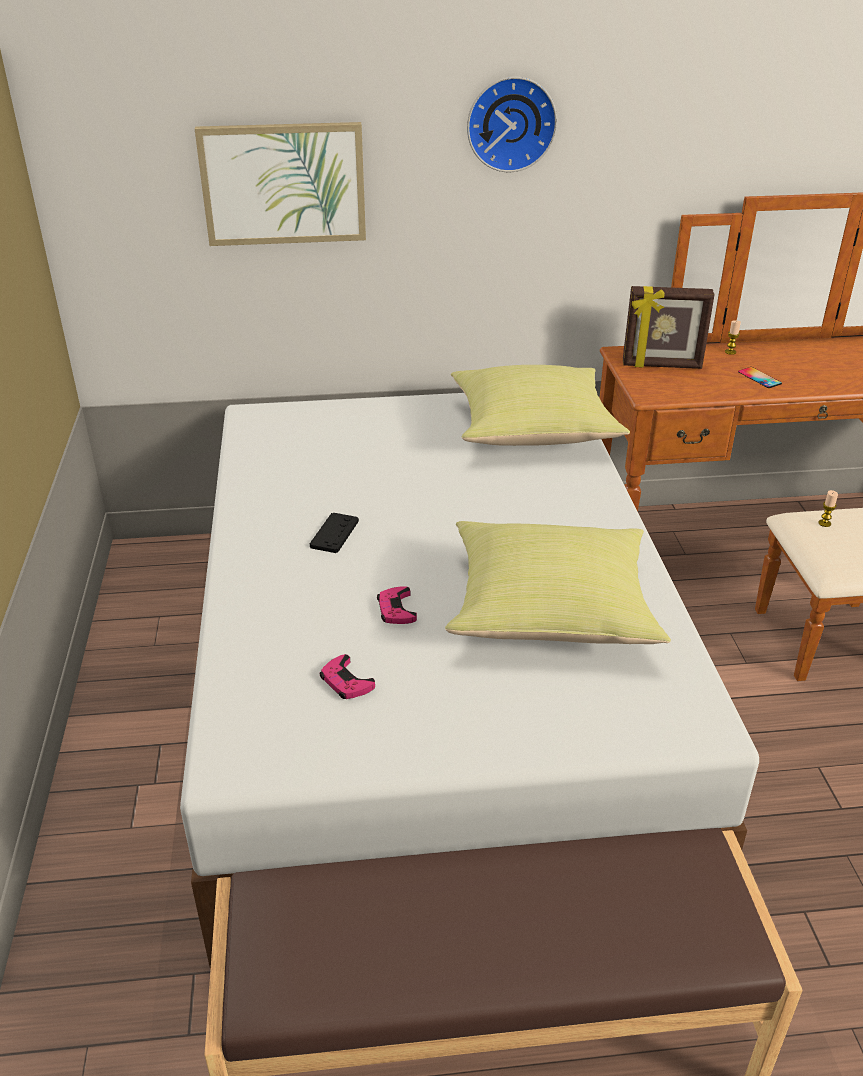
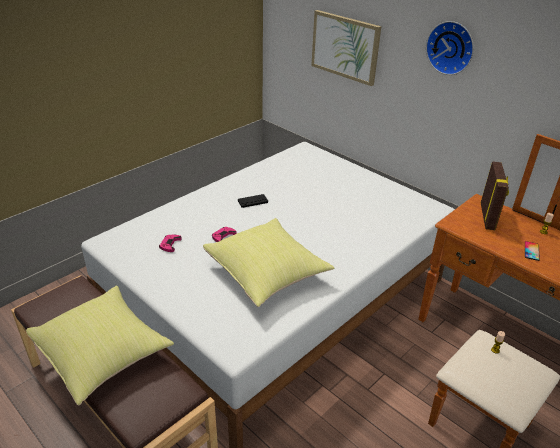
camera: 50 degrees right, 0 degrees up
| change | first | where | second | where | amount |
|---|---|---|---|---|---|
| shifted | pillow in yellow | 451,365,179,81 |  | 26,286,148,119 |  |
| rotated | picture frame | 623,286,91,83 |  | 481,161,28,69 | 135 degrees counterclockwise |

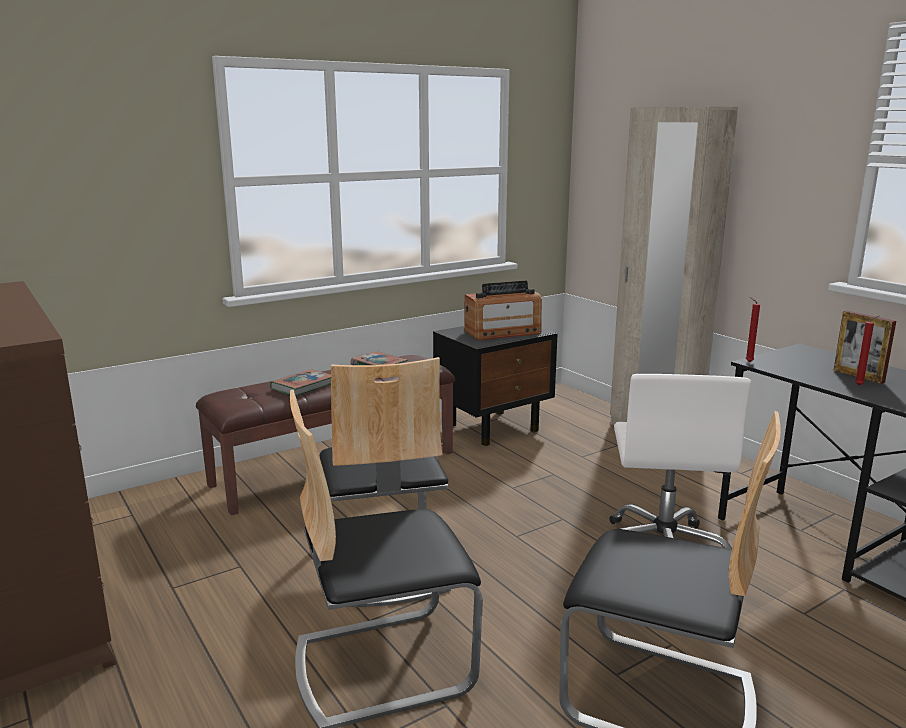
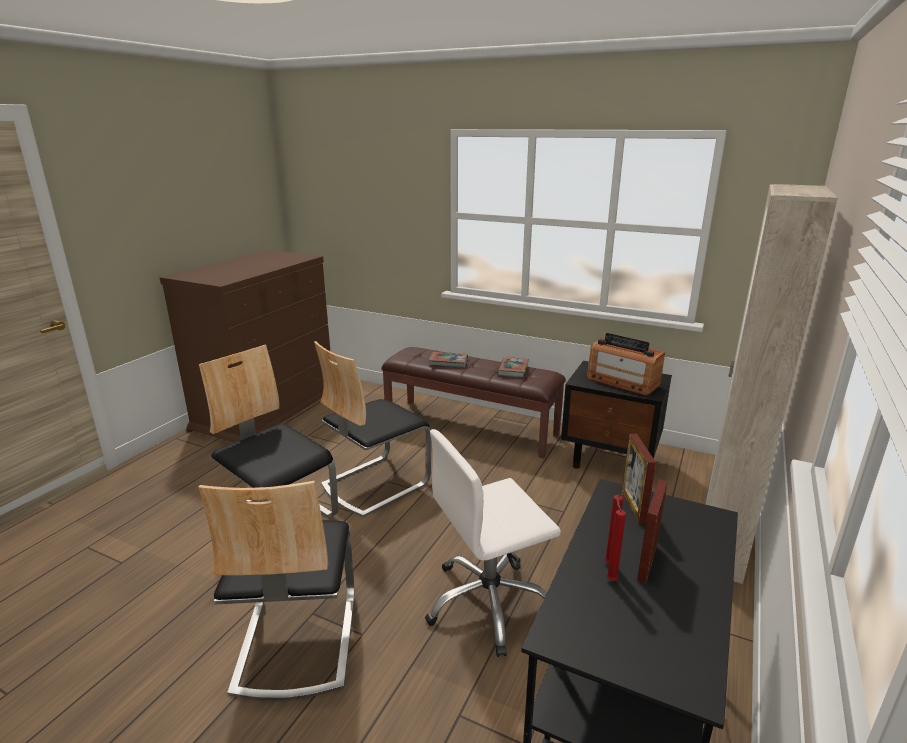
camera: 60 degrees right, 5 degrees up
| change | first | where | second | where | amount |
|---|---|---|---|---|---|
| shifted | candle in red | 745,297,15,65 |  | 606,499,20,82 |  |
| new |  |  | picture frame | 622,434,34,90 |  |

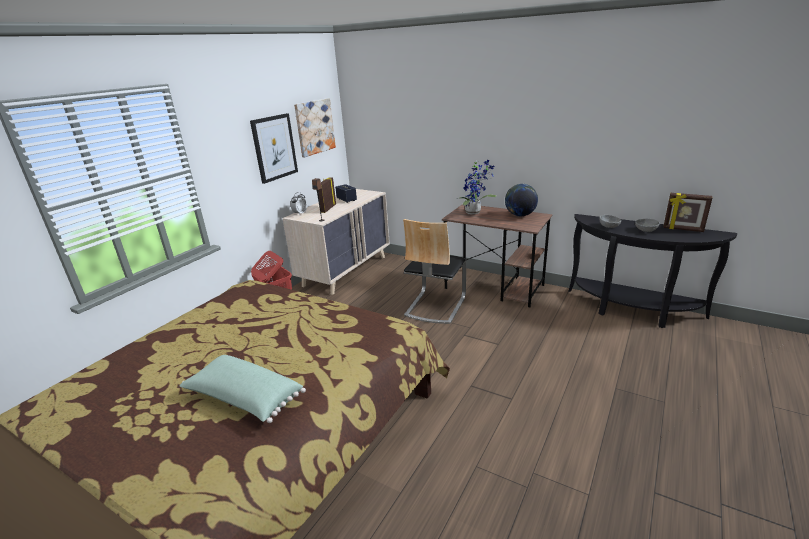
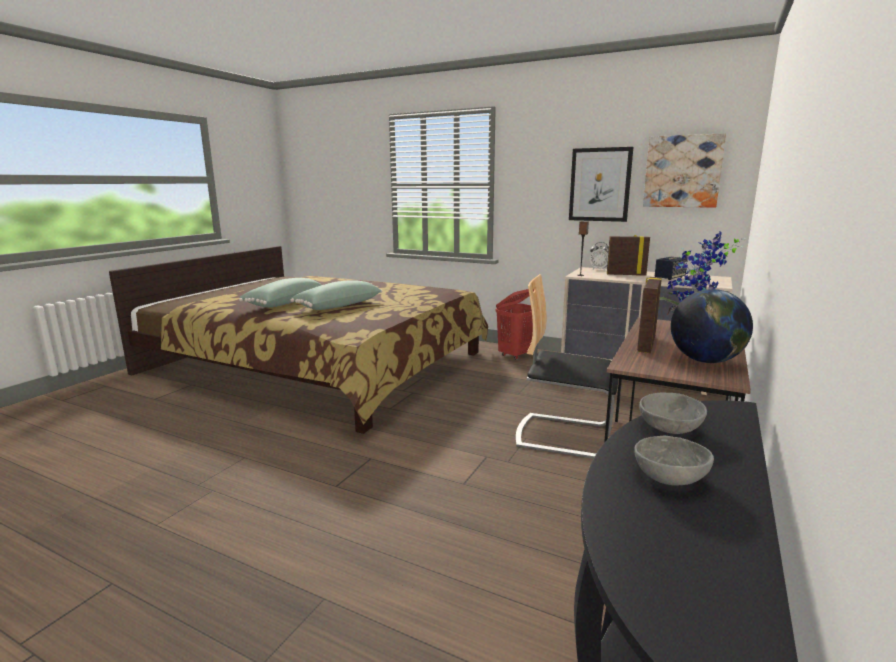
camera: 85 degrees right, 10 degrees down
| change | first | where | second | where | amount |
|---|---|---|---|---|---|
| new |  |  | pillow in green | 290,280,92,30 |  |
| shifted | picture frame | 663,193,49,39 |  | 637,277,25,76 |  |

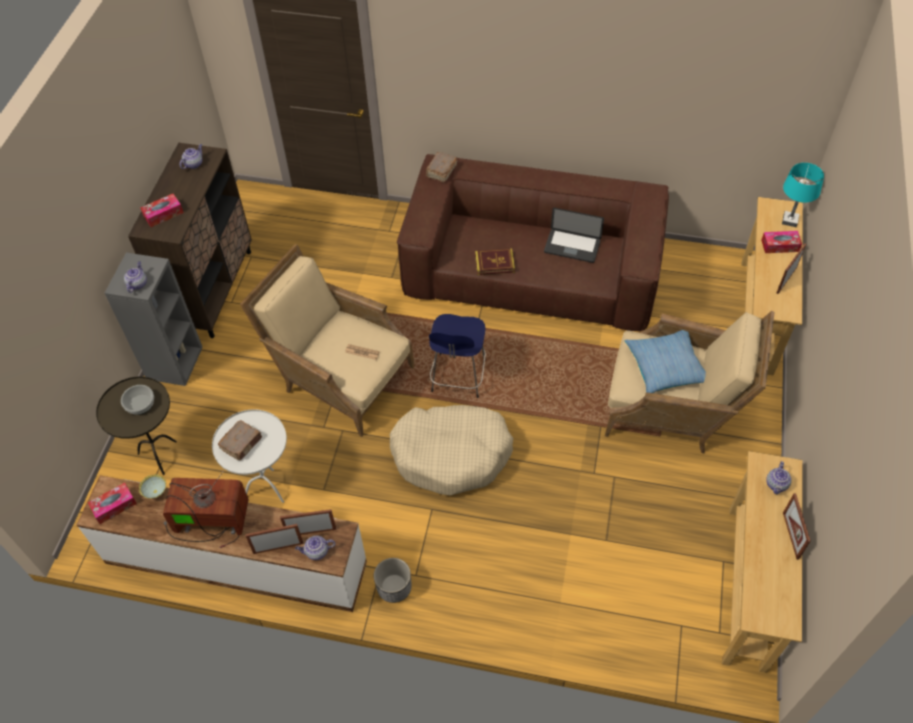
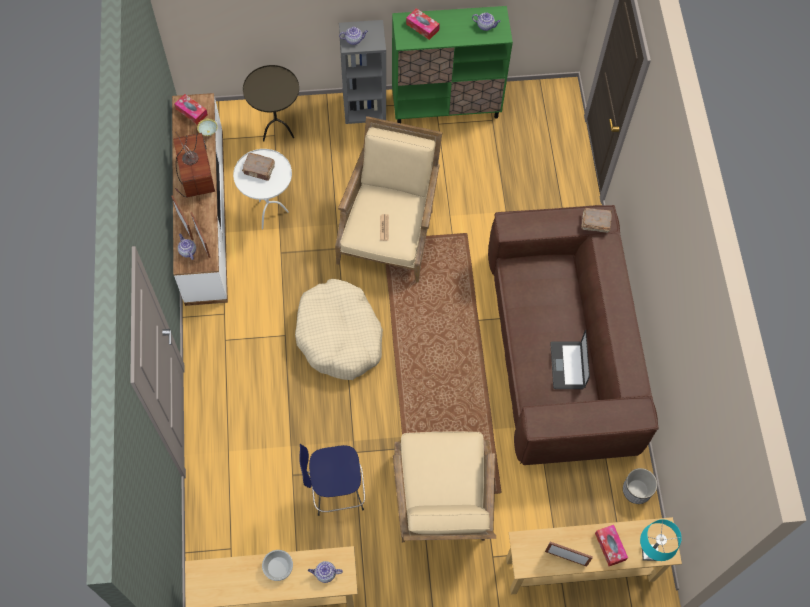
camera: 70 degrees right, 10 degrees up
| change | first | where | second | where | amount |
|---|---|---|---|---|---|
| shifted | bowl | 121,385,33,30 |  | 262,550,31,31 |  |
| shifted | stool in blue | 429,314,57,84 |  | 299,444,66,72 |  |
| repainted | cabinet in brown | 128,143,124,195 | cabinet in green | 392,6,121,117 |  |
| shifted | planter | 374,558,38,45 |  | 623,468,34,36 |  |
| gone | book | 475,249,40,26 |  |  |  |
| gone | pillow | 624,330,82,63 |  |  |  |
| gone | picture frame | 783,493,28,67 |  |  |  |

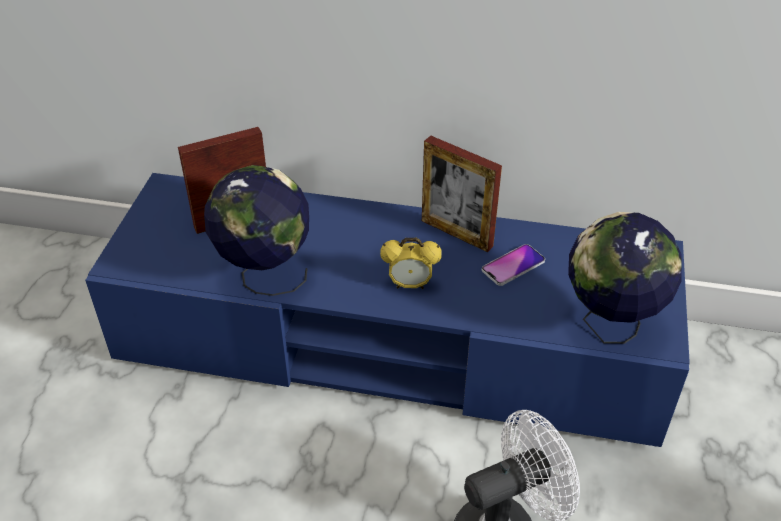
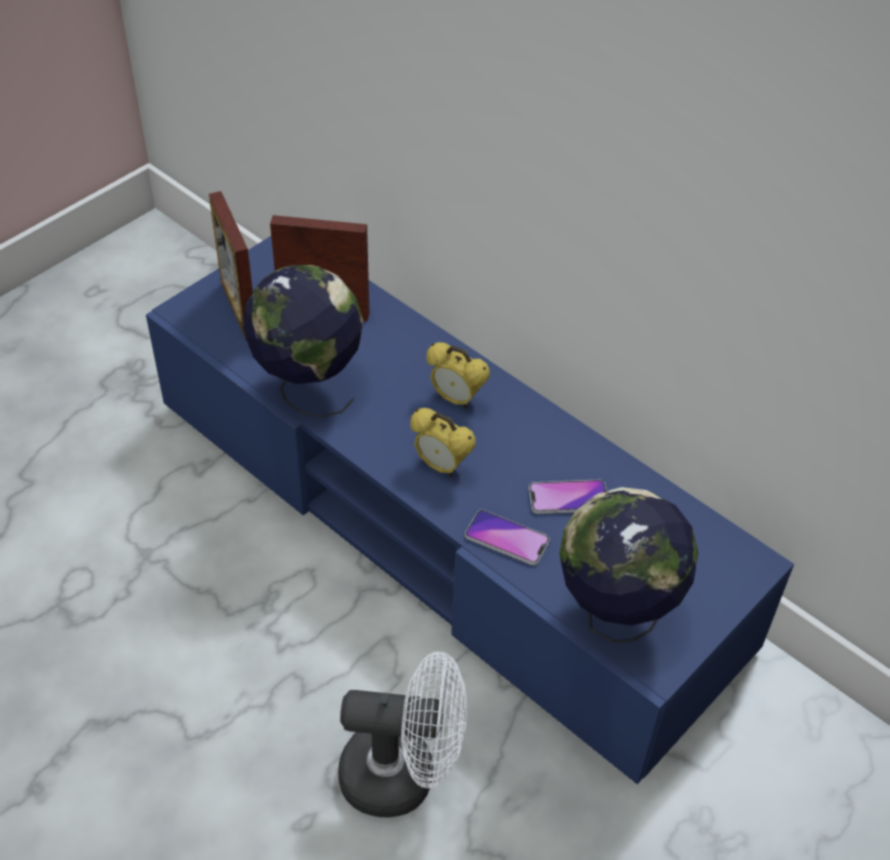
camera: 30 degrees right, 5 degrees up
| change | first | where | second | where | amount |
|---|---|---|---|---|---|
| shifted | picture frame | 422,136,80,116 |  | 209,191,44,150 |  |
| new |  |  | alarm clock | 426,342,64,67 |  |
| new |  |  | phone | 465,510,85,55 |  |

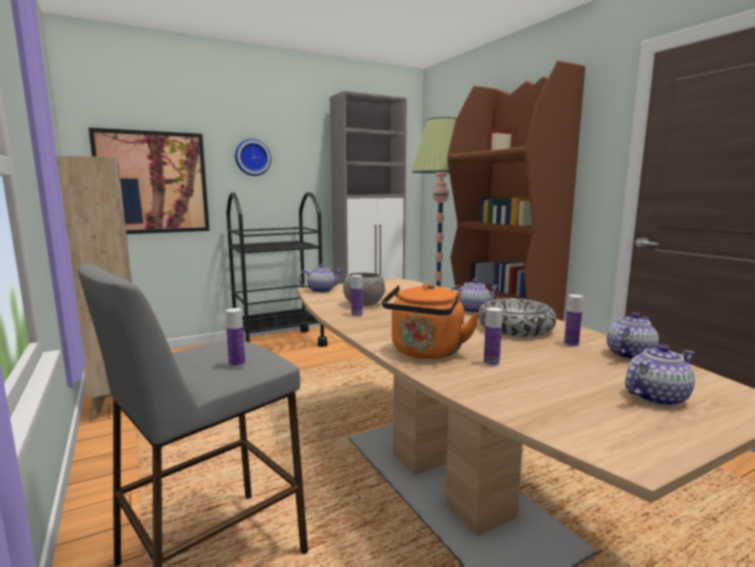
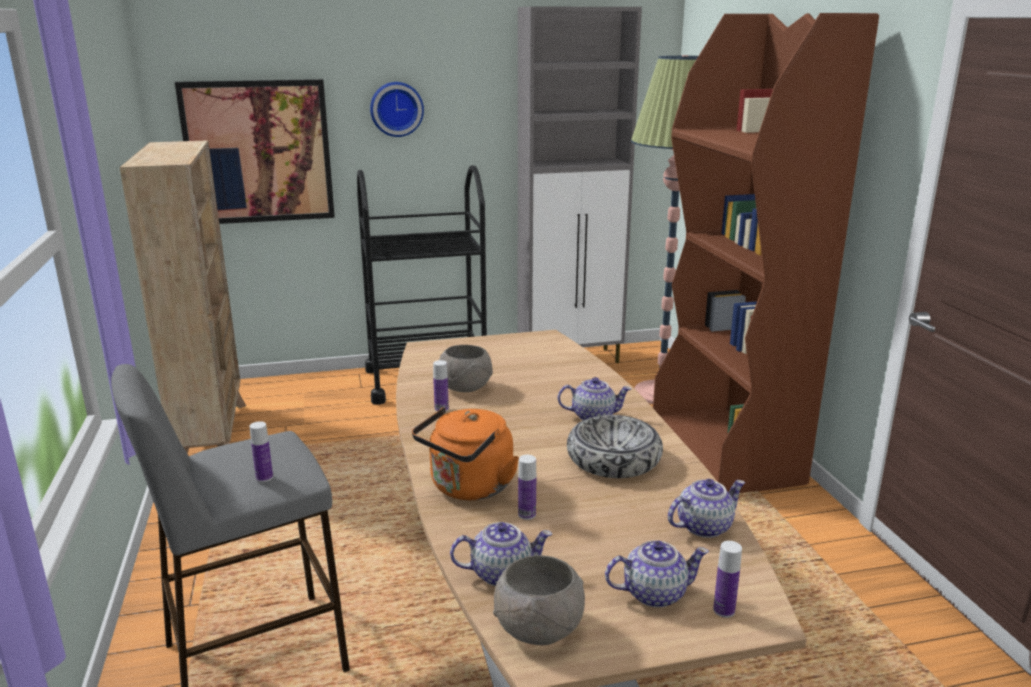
camera: 15 degrees right, 10 degrees up
| change | first | where | second | where | amount |
|---|---|---|---|---|---|
| shifted | teapot | 298,264,44,29 |  | 450,522,102,64 |  |
| new |  |  | bowl in grey | 493,555,92,91 |  |
| shifted | bottle | 564,294,19,53 |  | 713,541,29,77 |  |

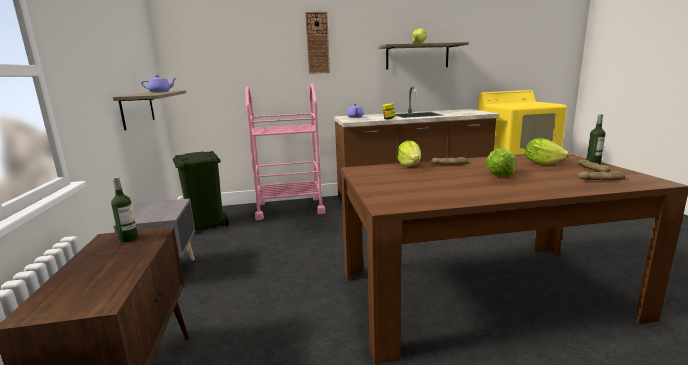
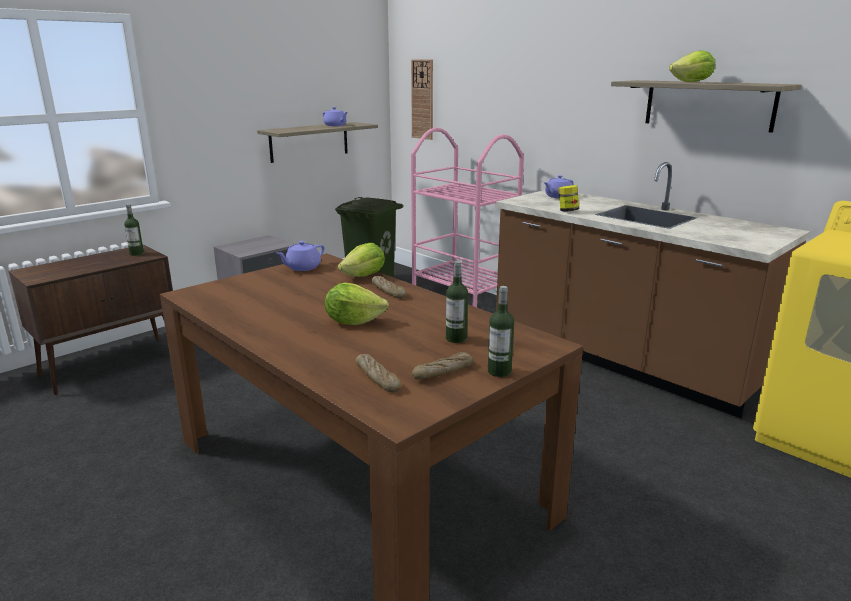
camera: 55 degrees right, 5 degrees up
| change | first | where | second | where | amount |
|---|---|---|---|---|---|
| new |  |  | teapot in purple | 277,241,47,30 |  |
| shifted | wall clock | 305,12,25,62 |  | 411,60,22,80 |  |
| swapped | lettuce | 525,138,44,27 | bottle | 446,261,22,82 |  |

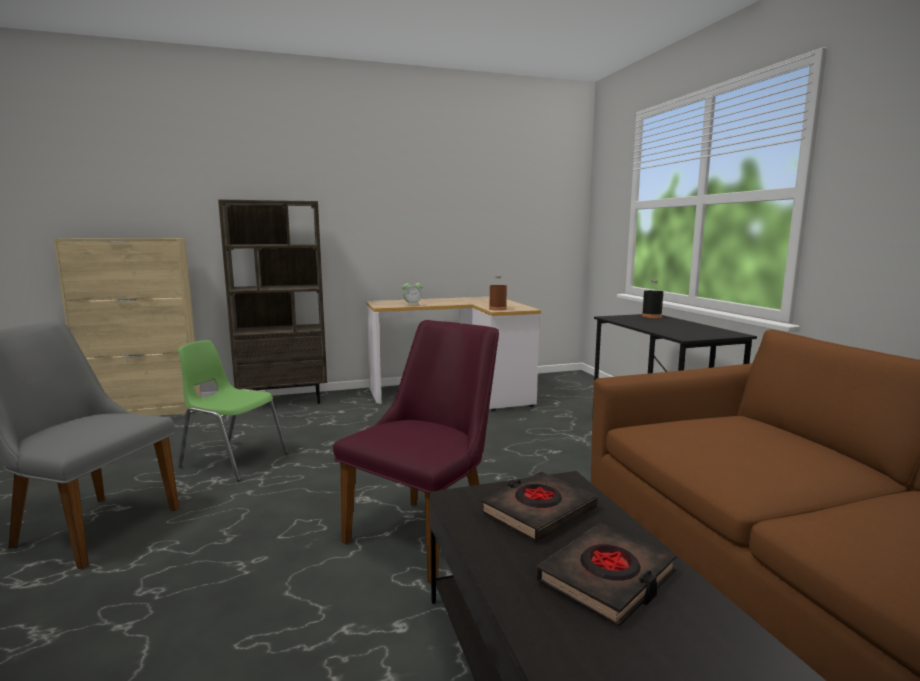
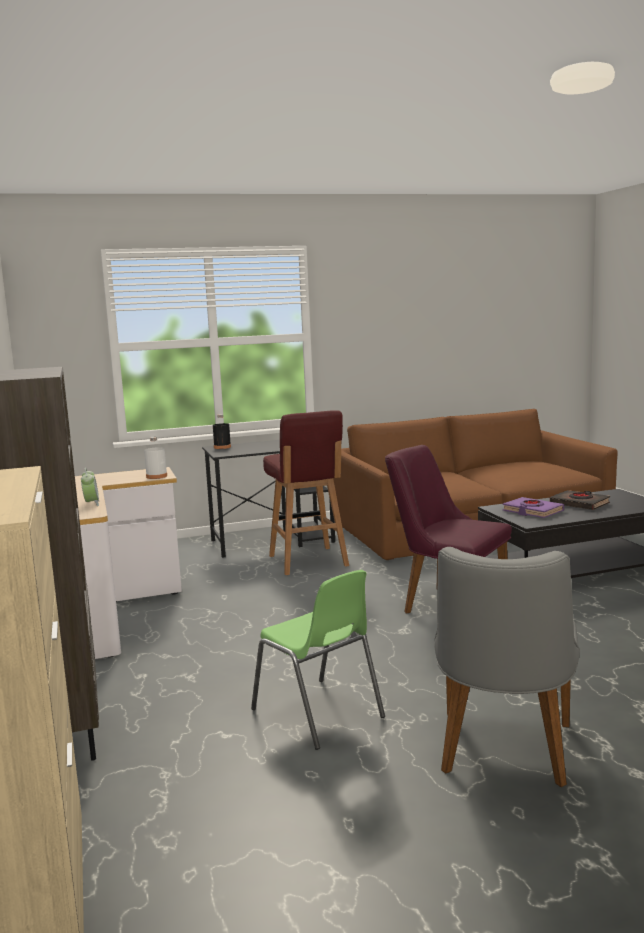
camera: 90 degrees left, 0 degrees up
| change | first | where | second | where | amount |
|---|---|---|---|---|---|
| repainted | bottle in brown | 489,275,18,36 | bottle in white | 144,437,23,42 |  |
| rotated | chair in green | 178,340,110,141 |  | 251,570,134,180 | 60 degrees counterclockwise |
| new |  |  | stool in red | 263,411,86,164 |  |
| repainted | book in black | 481,471,116,71 | book in purple | 503,497,61,21 |  |

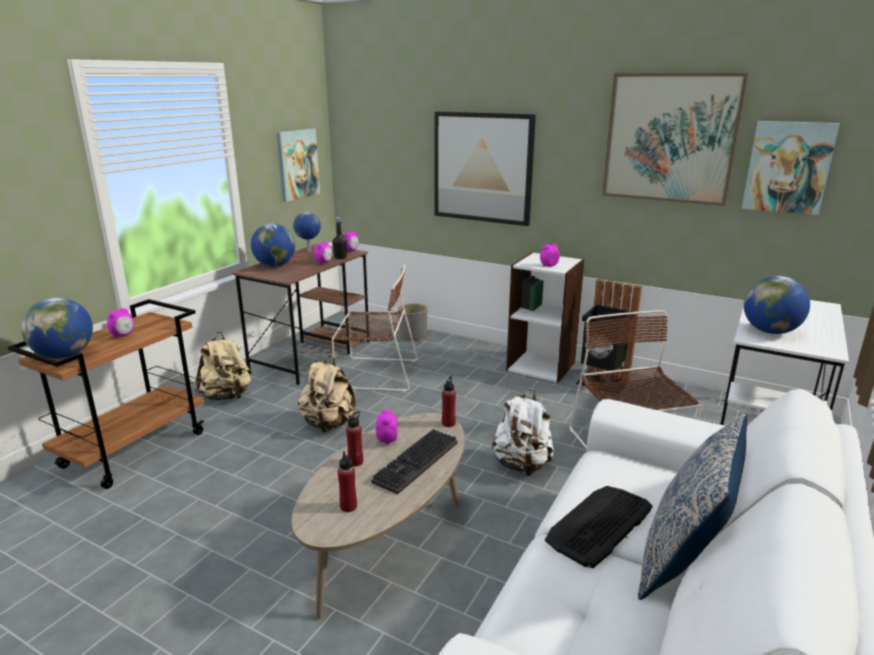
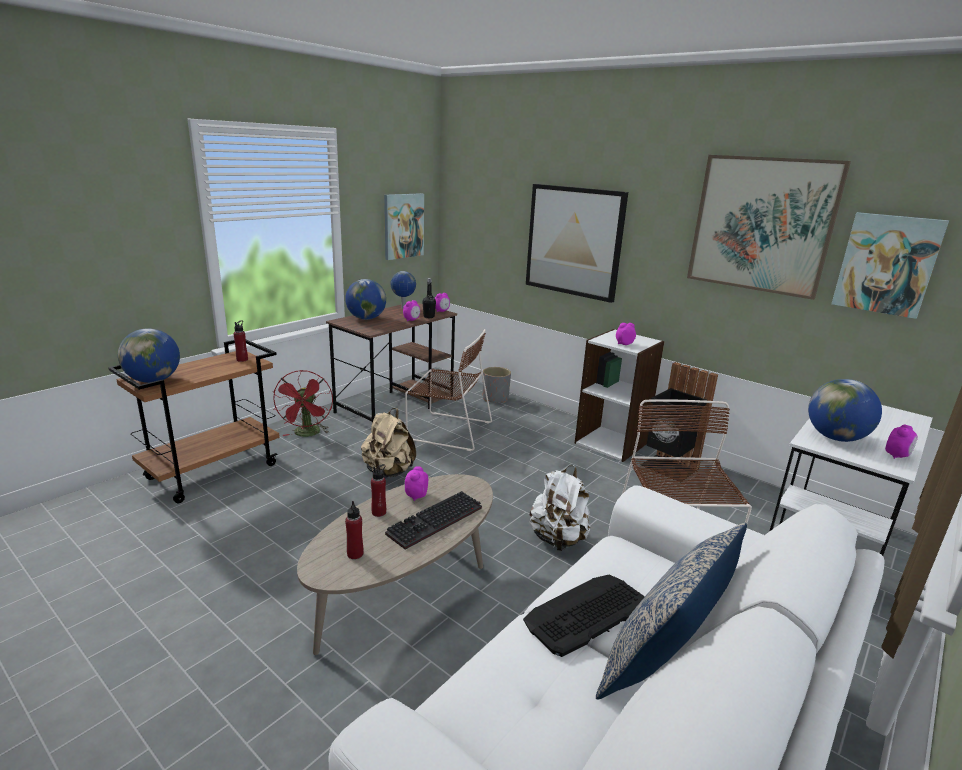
camera: 10 degrees right, 0 degrees up
| change | first | where | second | where | amount |
|---|---|---|---|---|---|
| shifted | bottle in red | 442,376,14,51 |  | 234,320,14,42 |  |
| swapped | backpack in beige | 195,332,57,68 | fan in red | 273,370,60,67 |  |
| shifted | alarm clock | 107,308,27,30 |  | 885,425,33,34 |  |

